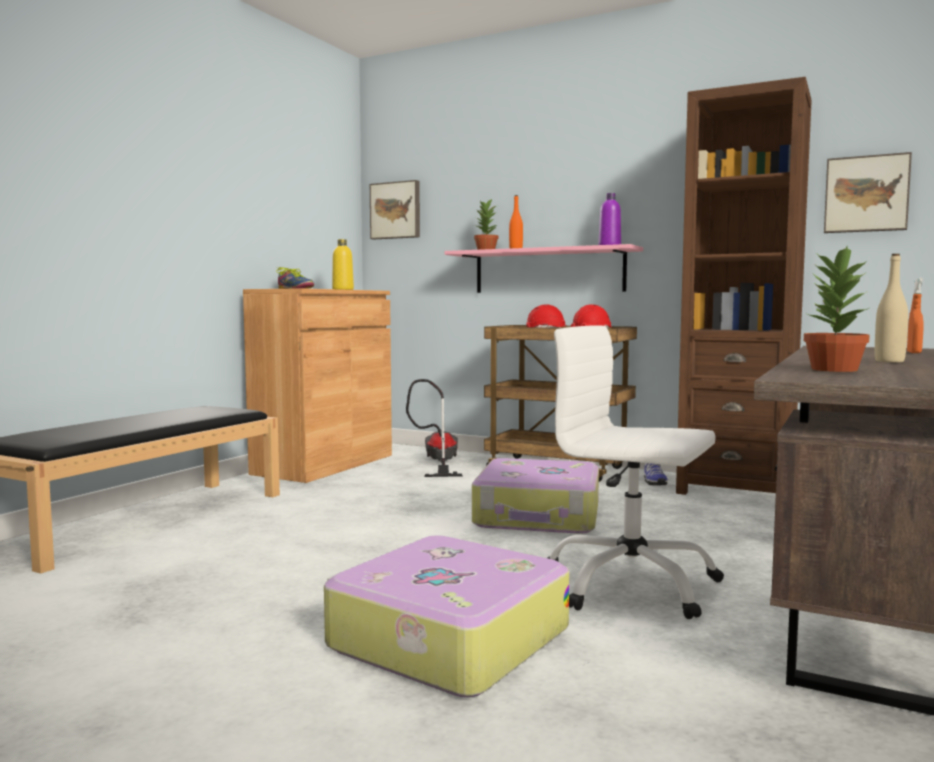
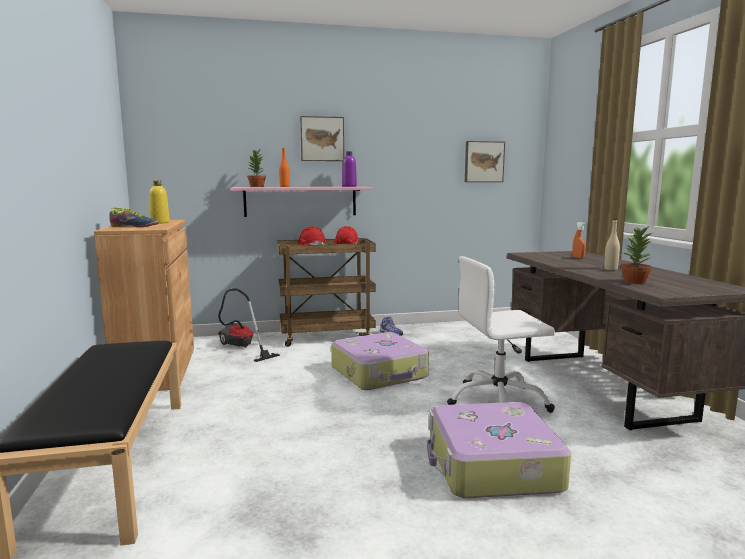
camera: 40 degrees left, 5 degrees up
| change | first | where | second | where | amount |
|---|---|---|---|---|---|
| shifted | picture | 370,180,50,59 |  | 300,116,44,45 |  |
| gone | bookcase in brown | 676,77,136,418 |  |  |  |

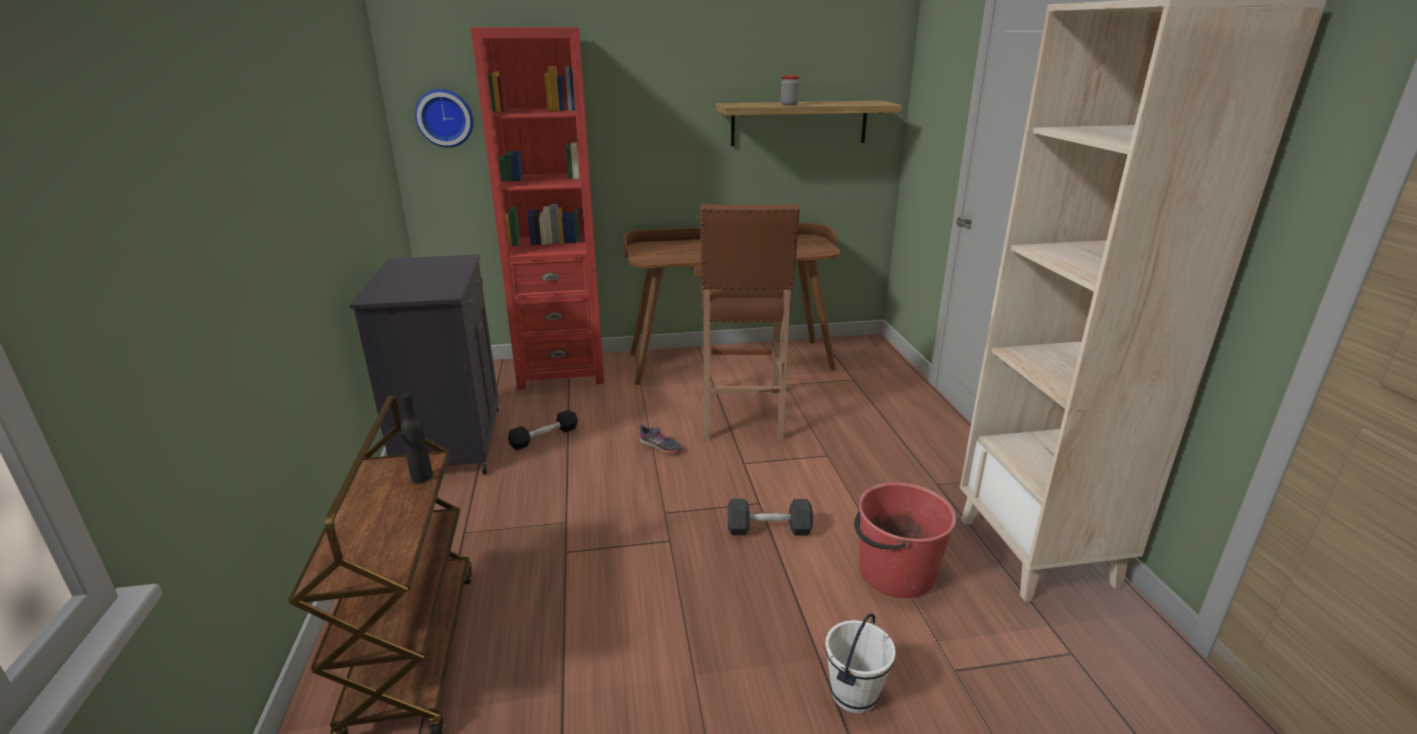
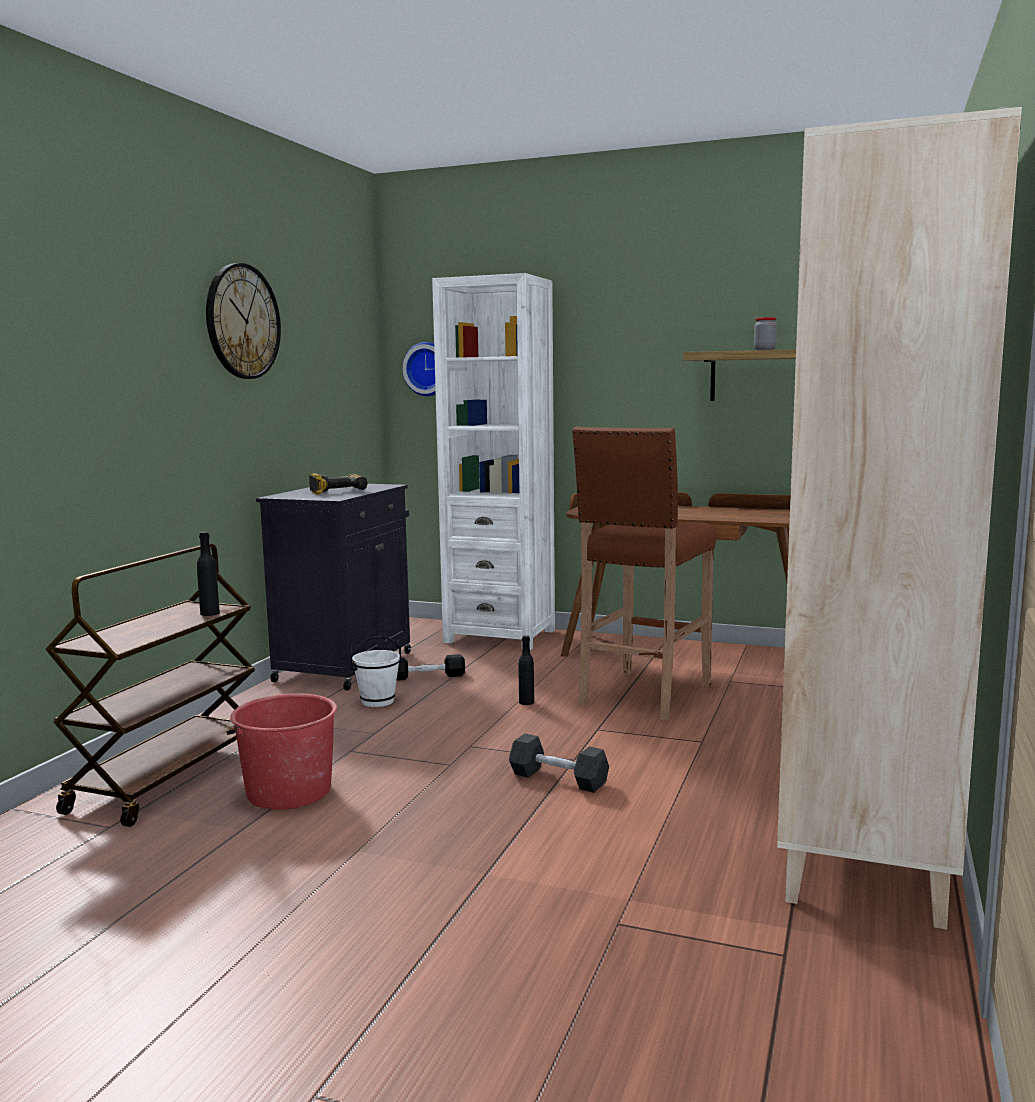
camera: 30 degrees right, 15 degrees down
| change | first | where | second | where | amount |
|---|---|---|---|---|---|
| new |  |  | wall clock | 206,263,75,116 |  |
| shifted | bucket in red | 854,482,102,116 |  | 226,693,111,117 |  |
| new |  |  | power drill | 309,473,59,22 |  |
| shifted | bucket in white | 825,613,71,100 |  | 349,636,54,71 |  |
| repainted | bookcase in red | 471,27,133,363 | bookcase in white | 432,273,123,377 |  |
| swapped | shoe in grey | 639,425,43,29 | bottle in black | 519,635,15,70 |  |

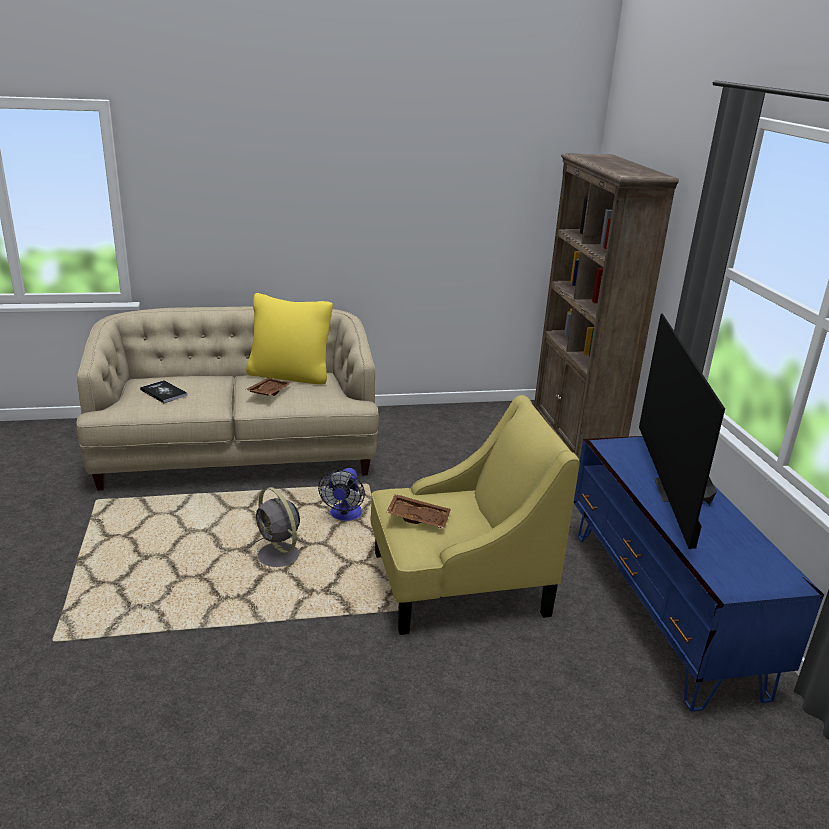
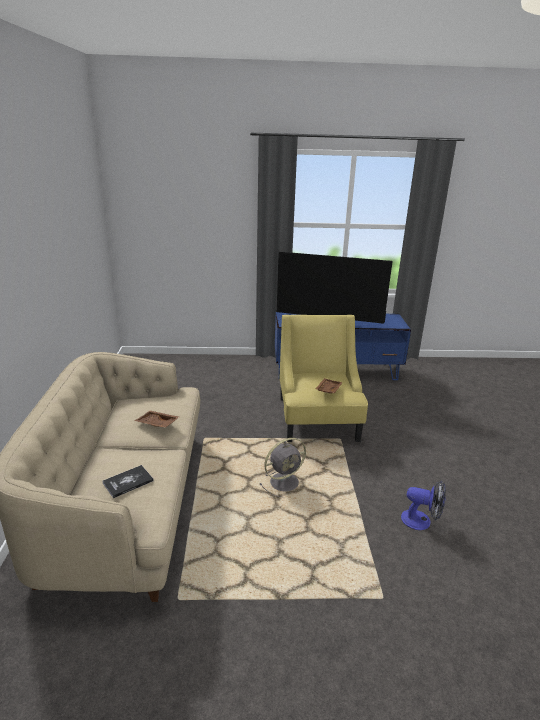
camera: 80 degrees left, 0 degrees up
| change | first | where | second | where | amount |
|---|---|---|---|---|---|
| shifted | fan | 318,468,47,53 |  | 401,480,45,50 |  |
| gone | pillow in yellow | 246,293,87,92 |  |  |  |
| gone | bookcase in brown | 534,153,145,308 |  |  |  |

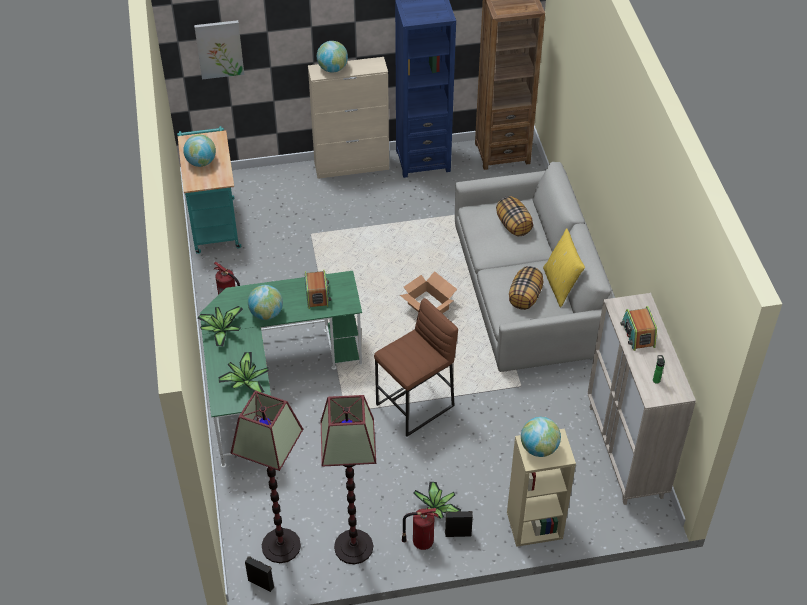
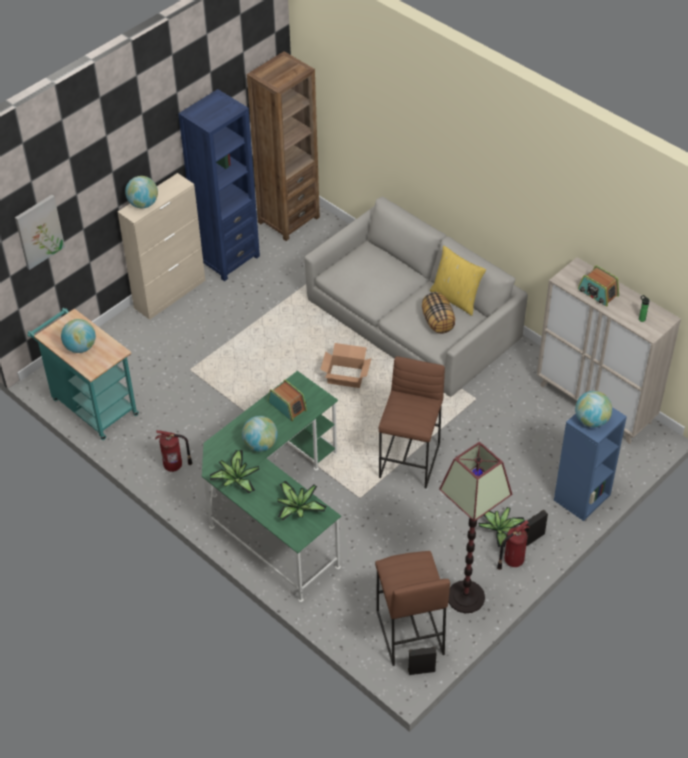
camera: 35 degrees left, 0 degrees up
| change | first | where | second | where | amount |
|---|---|---|---|---|---|
| swapped | floor lamp | 231,391,72,172 | stool in brown | 375,551,75,115 |  |
| repainted | bookcase in beige | 507,429,69,118 | bookcase in blue | 554,407,73,114 |  |
| gone | pillow | 496,196,37,40 |  |  |  |

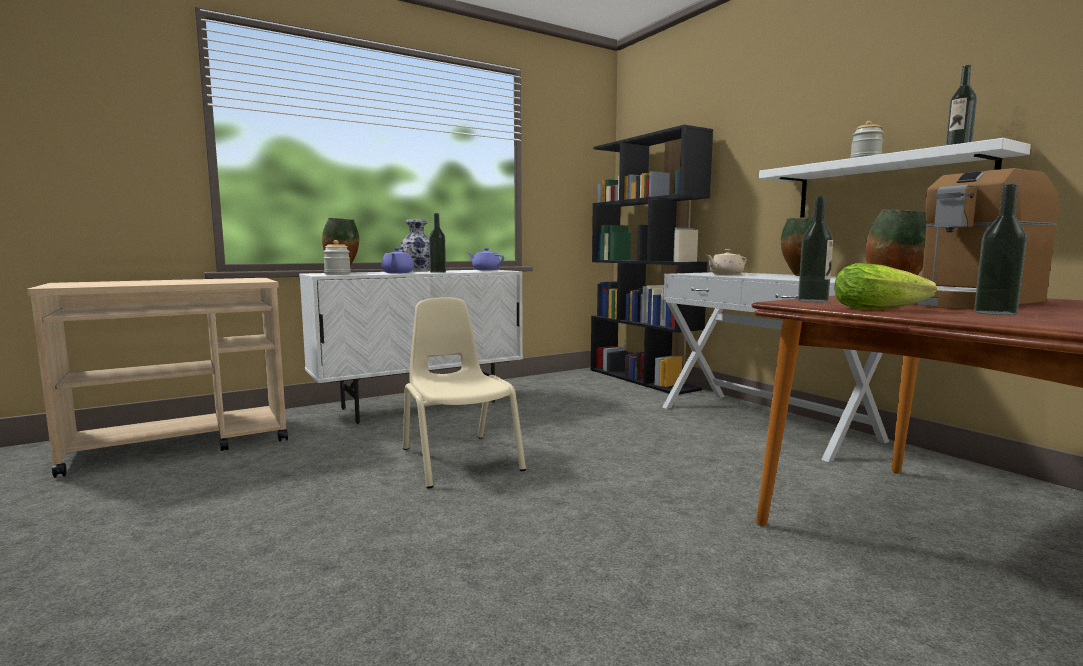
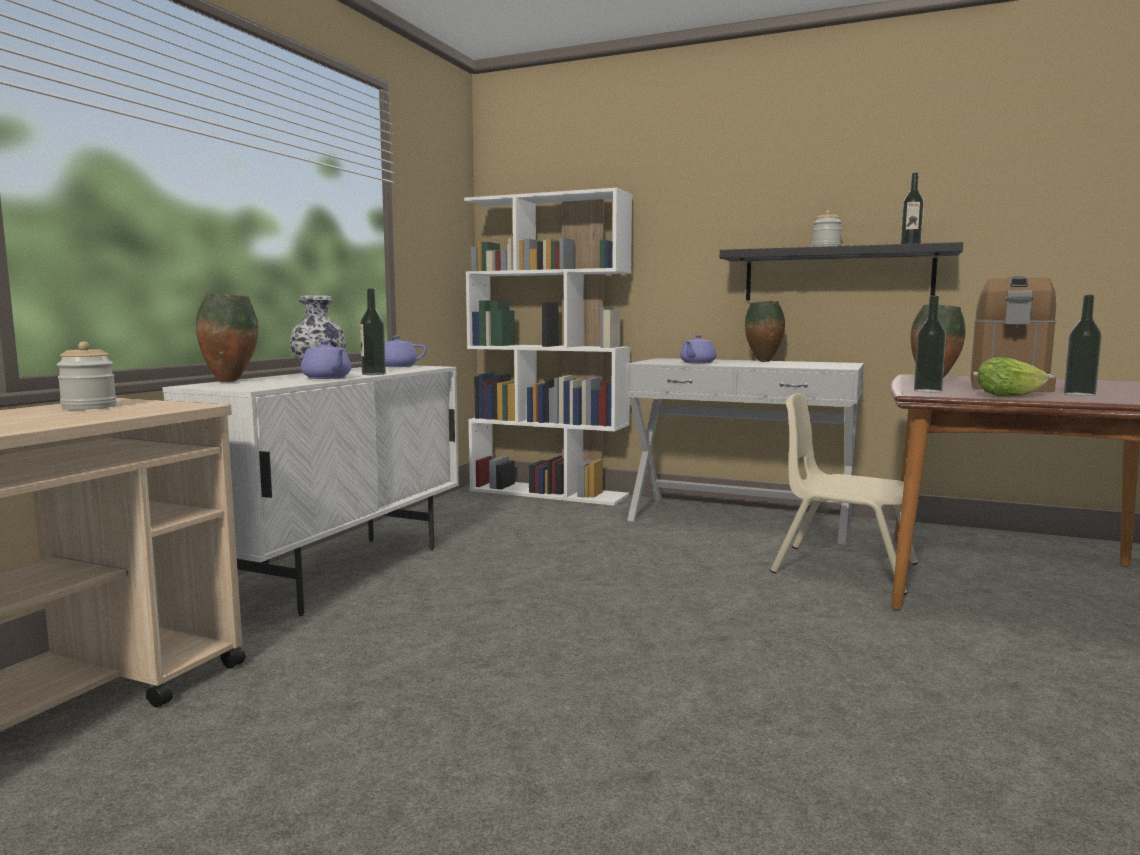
camera: 35 degrees left, 0 degrees up
| change | first | where | second | where | amount |
|---|---|---|---|---|---|
| shifted | jar | 323,240,28,35 |  | 56,341,61,69 |  |
| repainted | bookcase in black | 591,125,122,270 | bookcase in white | 464,188,168,318 |  |
| repainted | teapot in beige | 706,249,40,26 | teapot in purple | 680,335,36,29 |  |
| repainted | shelf in white | 759,138,272,80 | shelf in black | 720,242,243,58 |  |
| shifted | chair in beige | 403,297,123,192 |  | 770,393,148,202 |  |

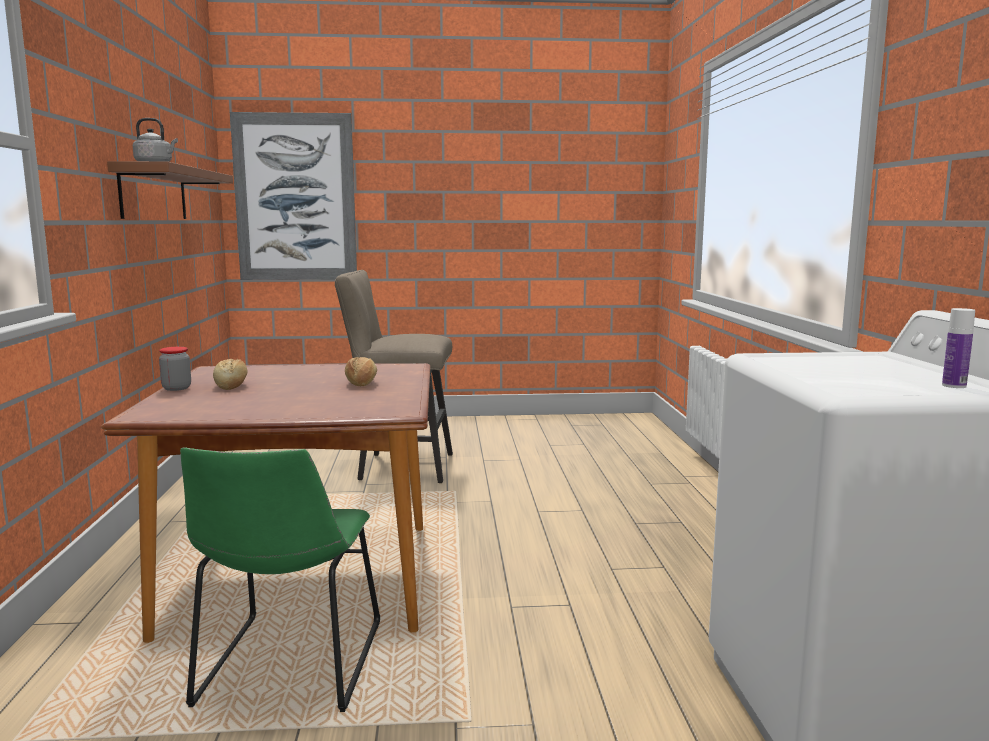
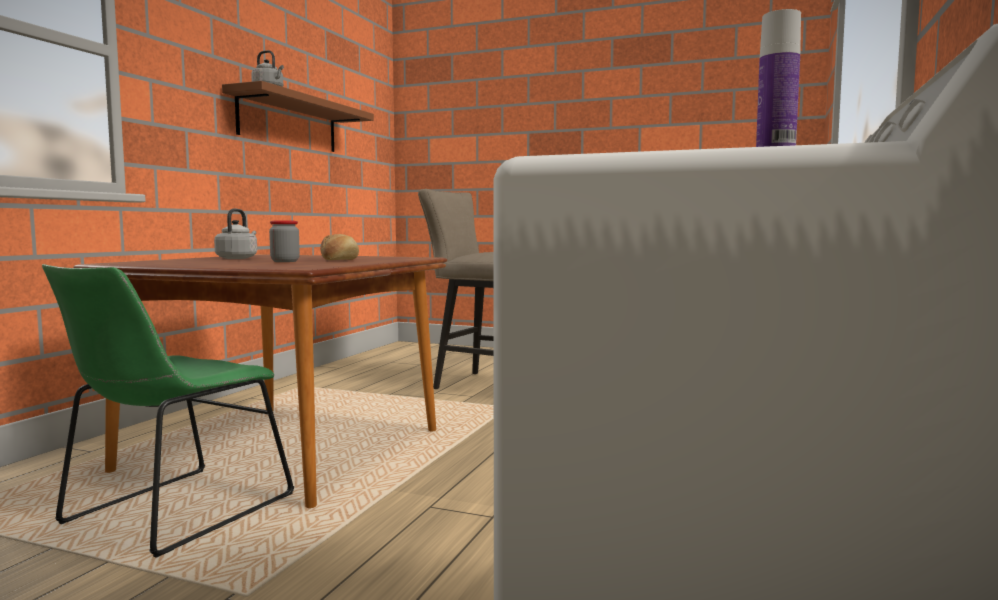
camera: 25 degrees right, 5 degrees down
| change | first | where | second | where | amount |
|---|---|---|---|---|---|
| swapped | bread | 213,359,34,31 | kettle in grey | 214,208,43,51 |  |
| shifted | jar | 159,347,32,44 |  | 269,220,31,42 |  |
| gone | picture | 230,112,127,168 |  |  |  |

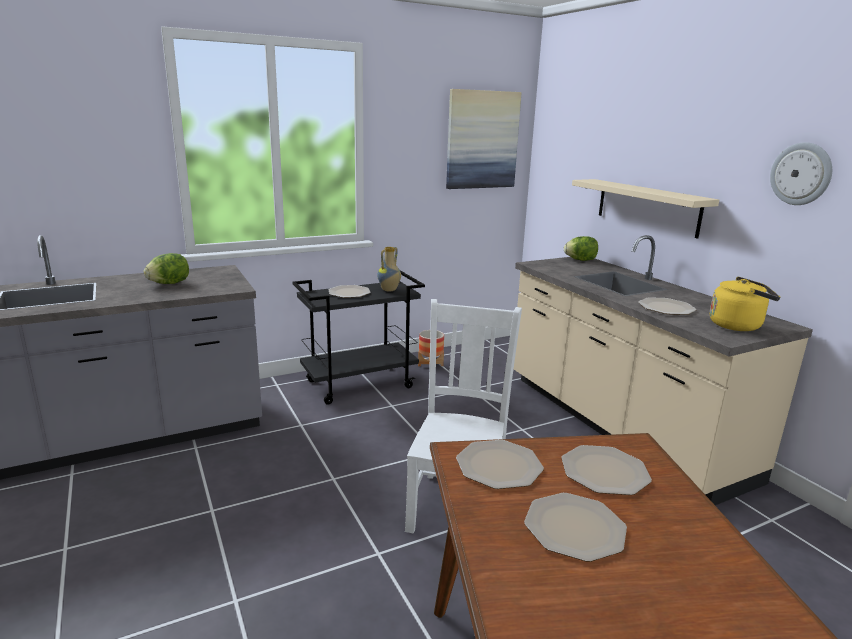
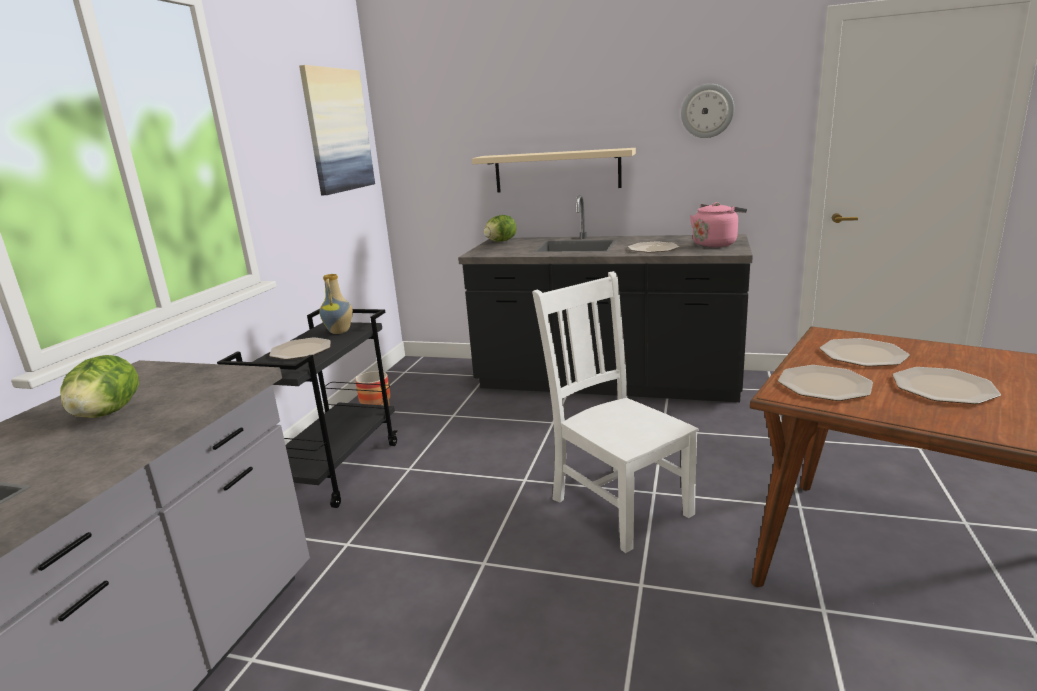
camera: 45 degrees left, 0 degrees up
| change | first | where | second | where | amount |
|---|---|---|---|---|---|
| repainted | counter in beige | 514,235,299,270 | counter in black | 458,195,295,207 |  |
| repainted | kettle in yellow | 710,277,70,54 | kettle in pink | 690,202,57,45 |  |

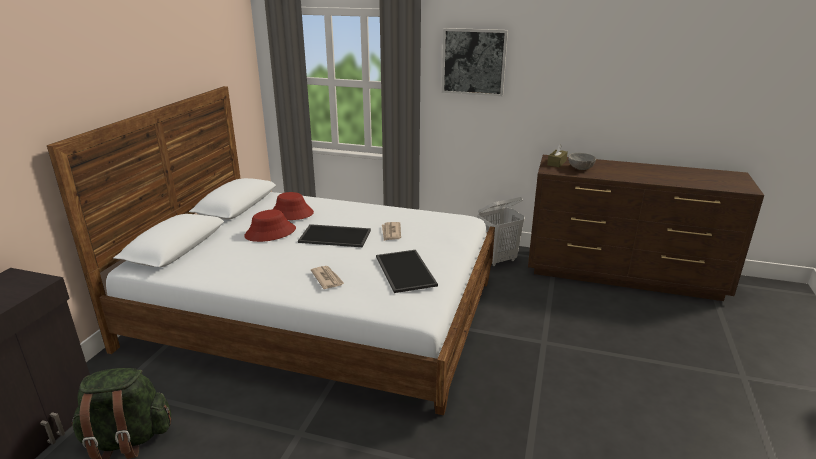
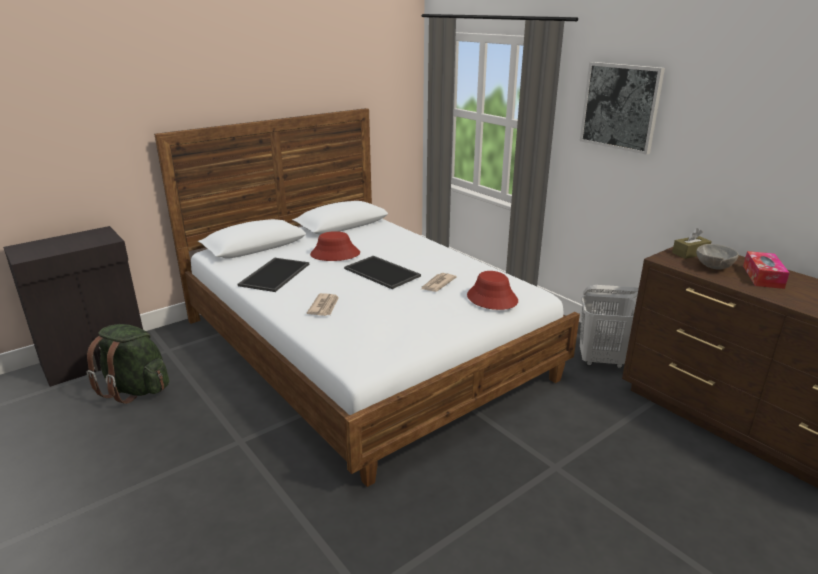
camera: 35 degrees right, 0 degrees up
| change | first | where | second | where | amount |
|---|---|---|---|---|---|
| shifted | tray | 376,250,62,43 |  | 238,258,71,34 |  |
| shifted | hat in red | 272,192,42,28 |  | 467,271,51,39 |  |
| new |  |  | tissue box | 743,251,46,38 |  |

